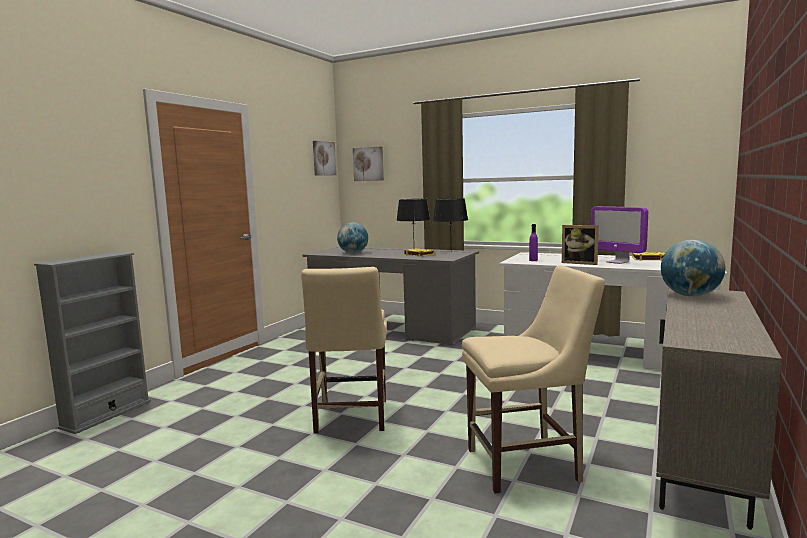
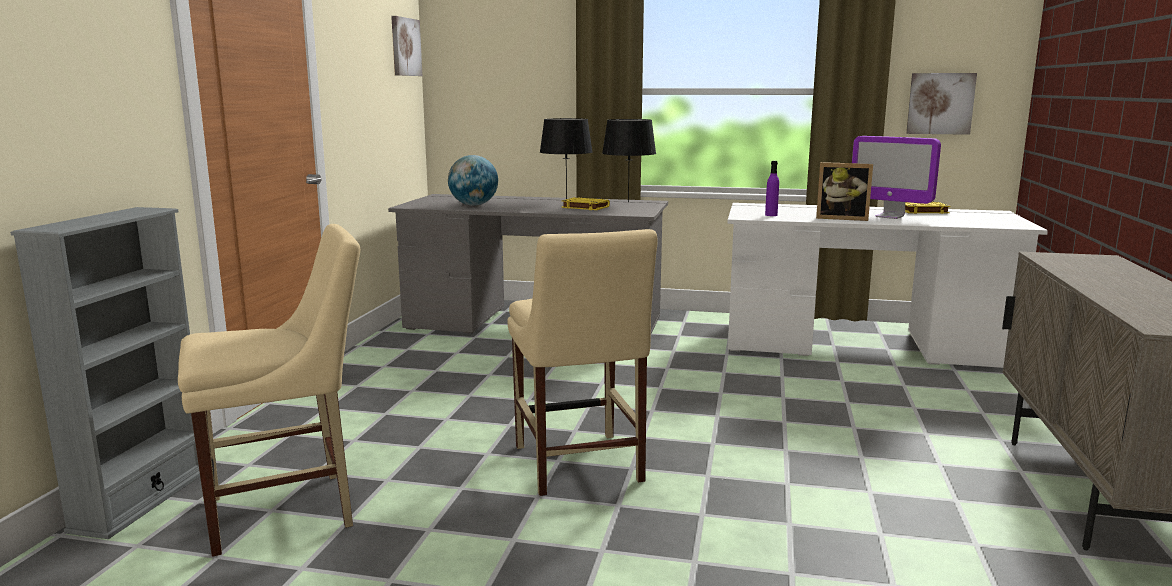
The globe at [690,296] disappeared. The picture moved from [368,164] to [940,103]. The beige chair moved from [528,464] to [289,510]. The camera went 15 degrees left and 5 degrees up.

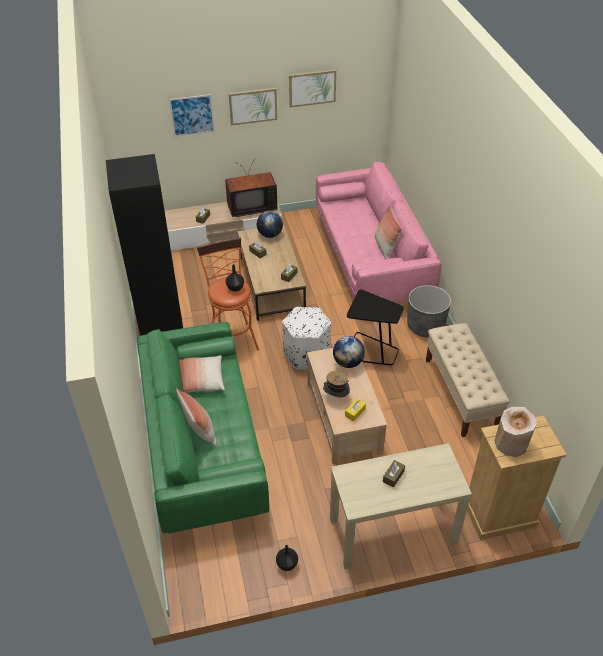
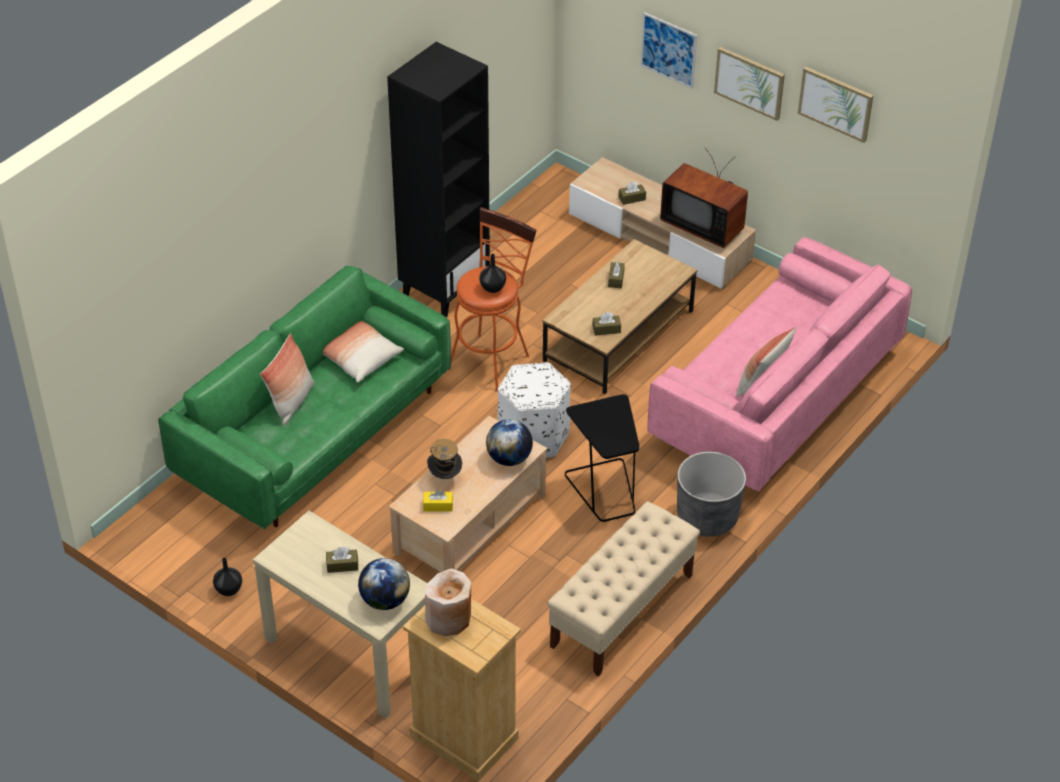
The globe moved from [270,235] to [385,600]. The camera went 50 degrees right and 0 degrees up.

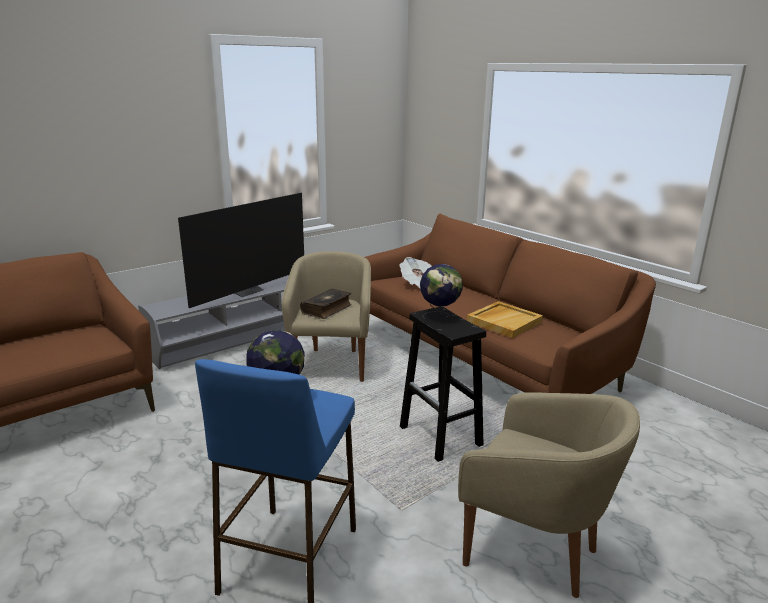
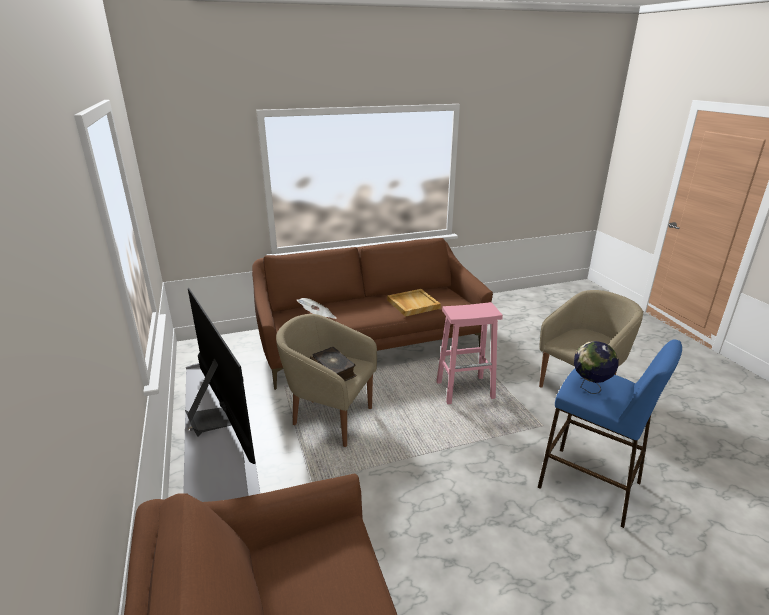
The globe at [439,315] disappeared. The black stool at [441,436] became the pink stool at [466,390]. The camera went 70 degrees left and 5 degrees up.

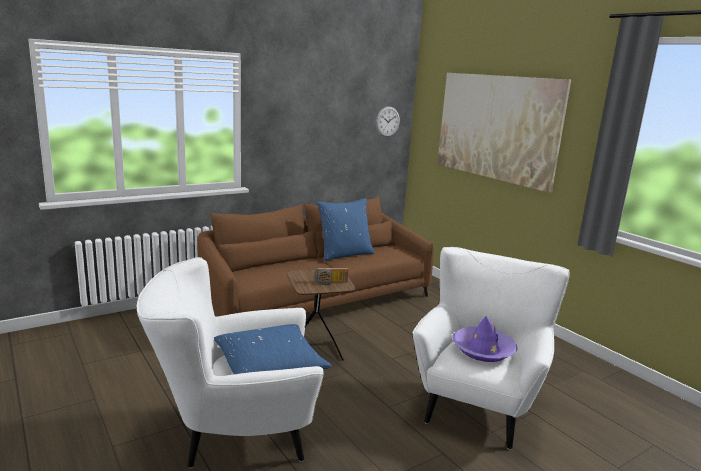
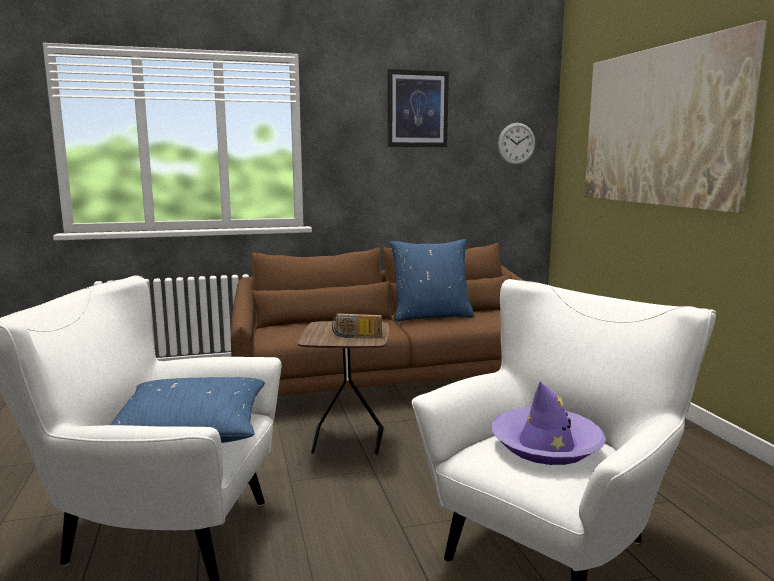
The picture at [417,109] appeared. The camera went 20 degrees right and 5 degrees down.

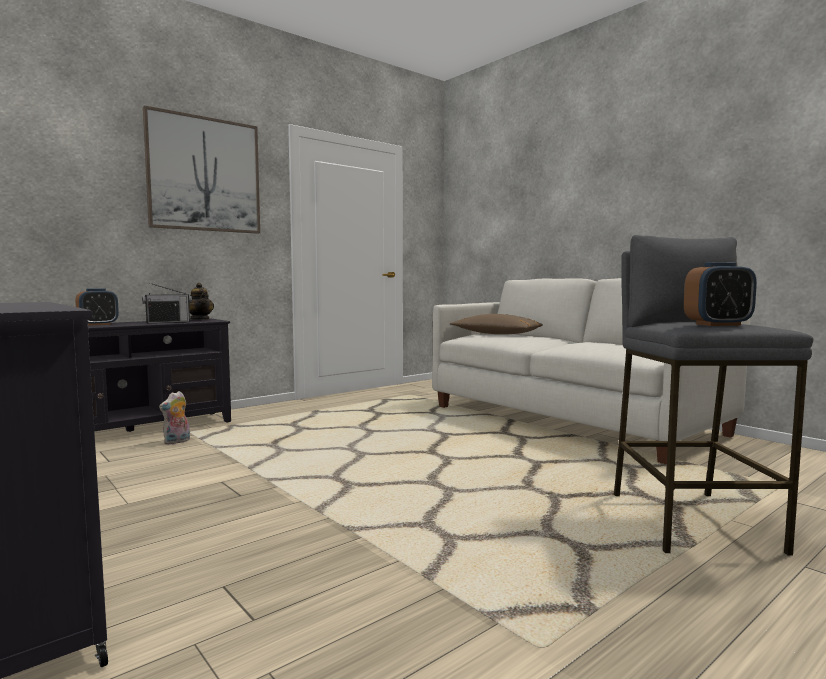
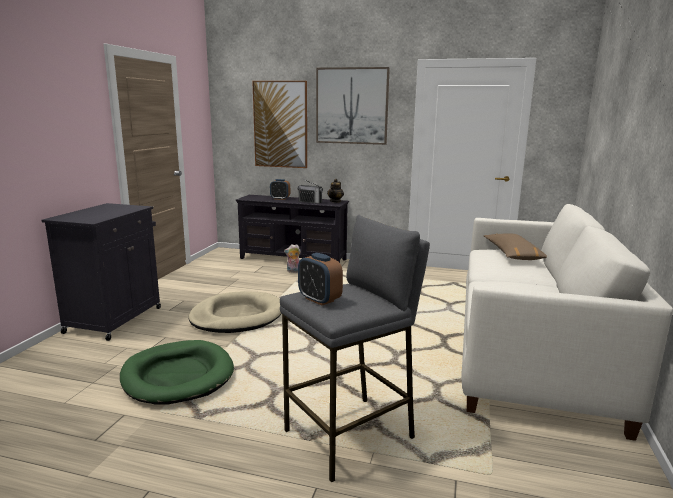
The green dog bed at [178,376] appeared. The beige dog bed at [237,316] appeared. The picture at [280,124] appeared. The camera went 55 degrees right and 10 degrees up.

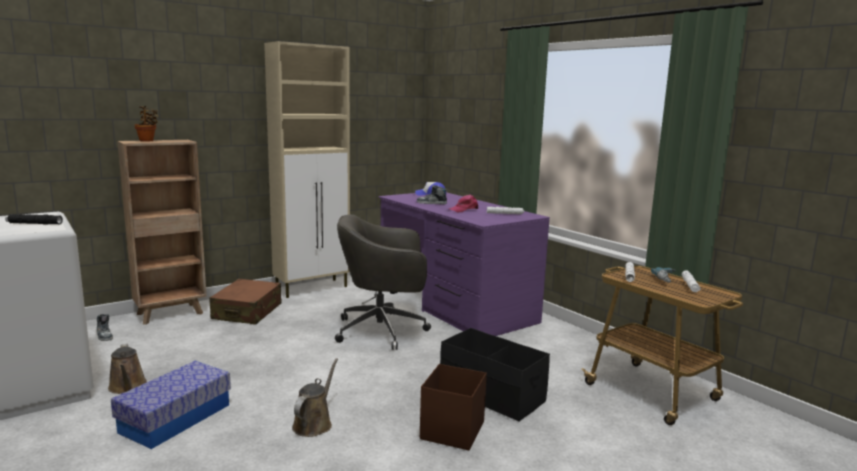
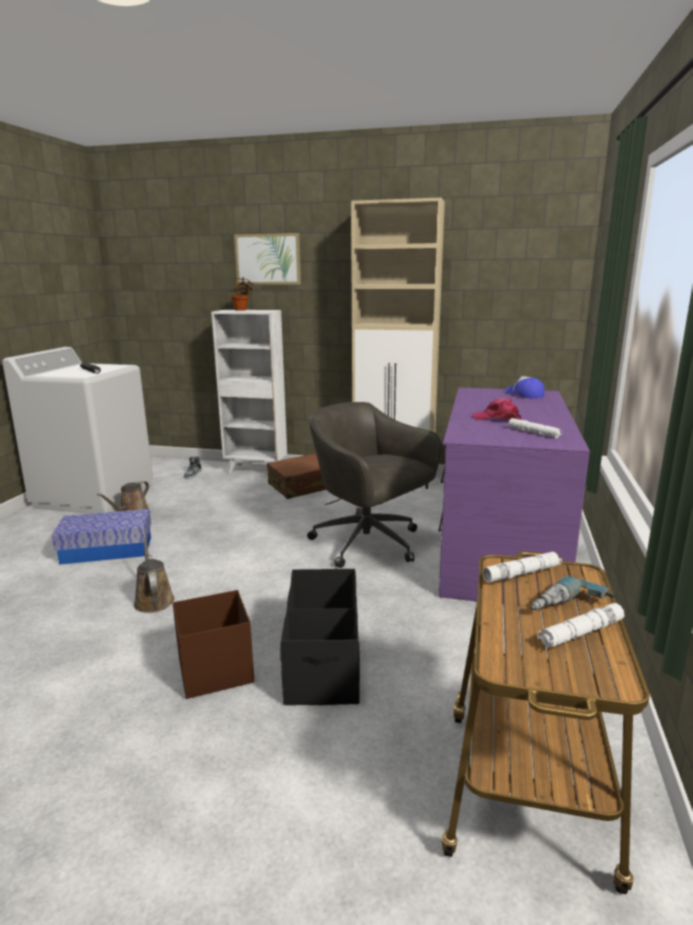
The shoe at [431,203] disappeared. The picture at [268,259] appeared. The brown bookcase at [171,313] became the white bookcase at [256,471]. The brown watering can at [314,423] turned 90 degrees counterclockwise. The camera went 50 degrees right and 5 degrees up.

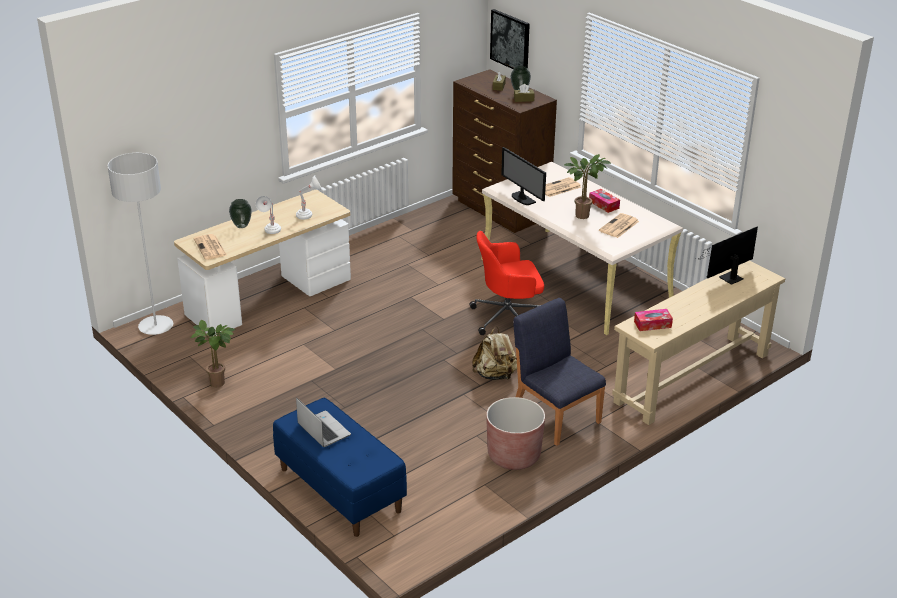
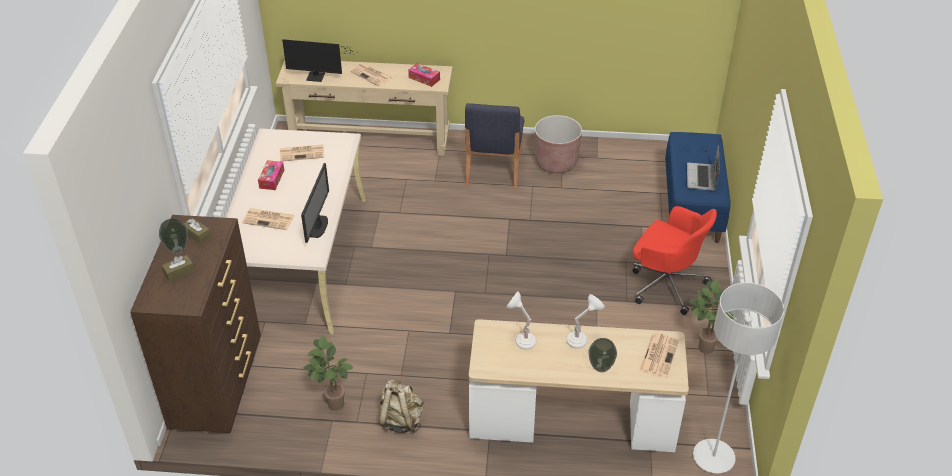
The picture at [510,41] disappeared. The newspaper at [372,75] appeared. The red office chair moved from [508,318] to [665,283]. The beige backpack moved from [495,375] to [401,420]. The potted plant moved from [584,215] to [333,404]. The camera went 135 degrees left and 10 degrees up.

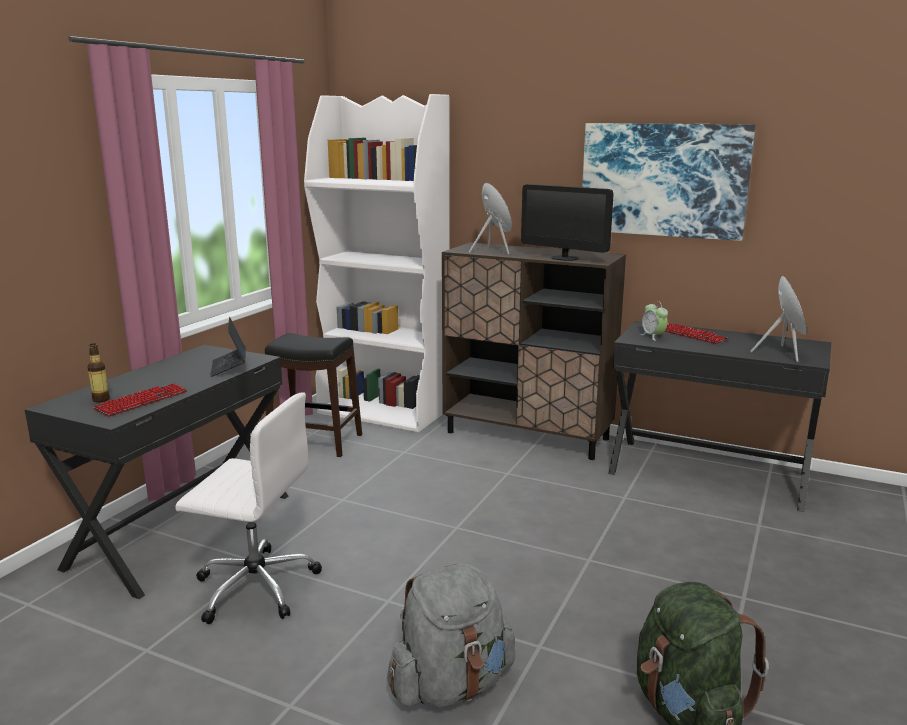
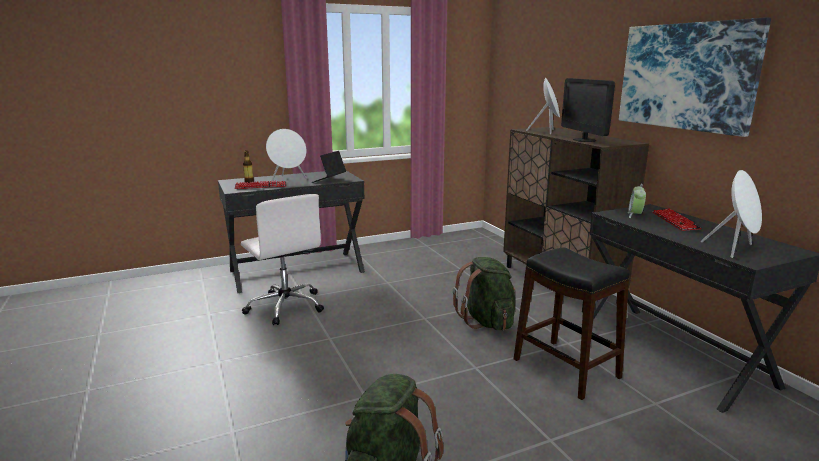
The white bookcase at [385,411] disappeared. The grey backpack at [451,686] disappeared. The white speaker at [288,180] appeared. The green backpack at [487,321] appeared. The black stool moved from [315,442] to [565,369]. The camera went 40 degrees right and 0 degrees up.

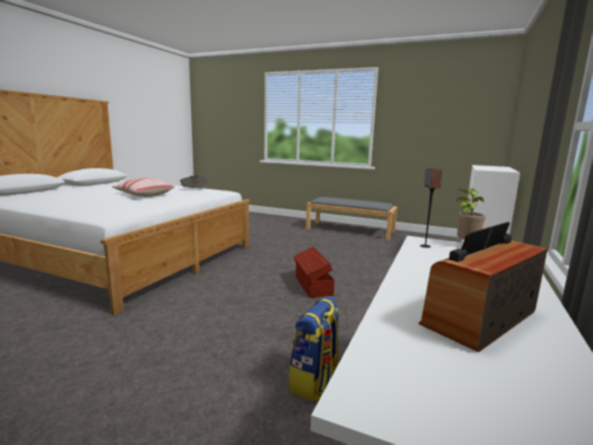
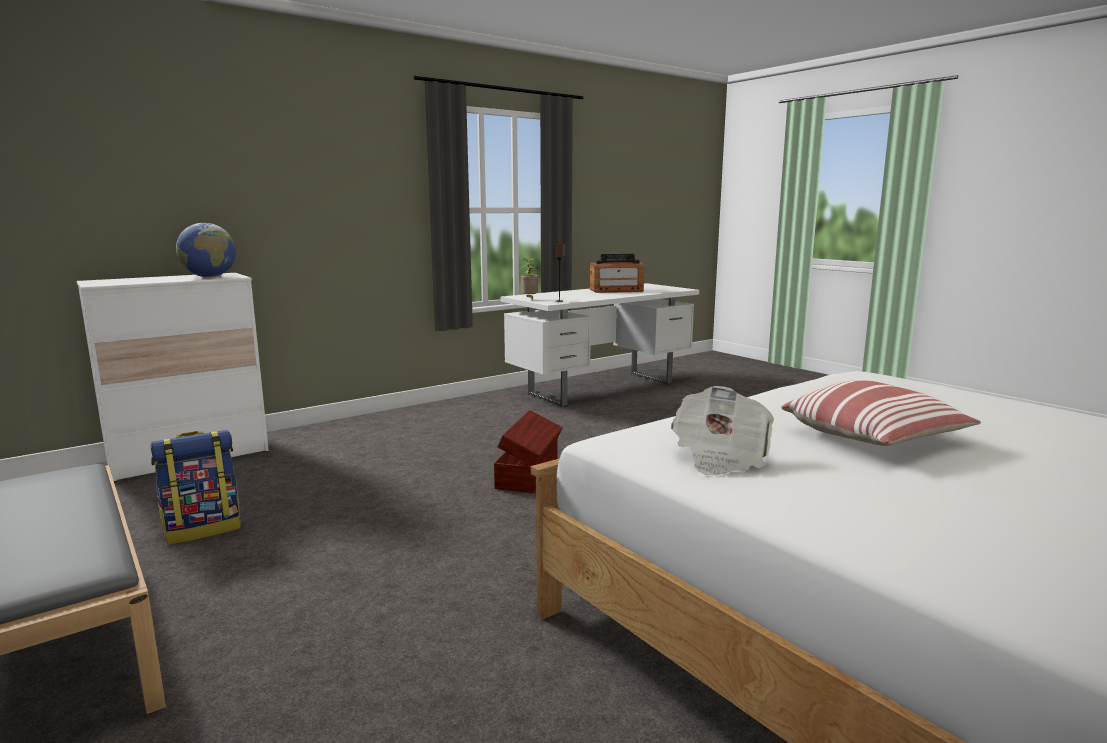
The globe at [209,277] appeared. The backpack moved from [315,382] to [203,529]. The camera went 150 degrees left and 0 degrees up.

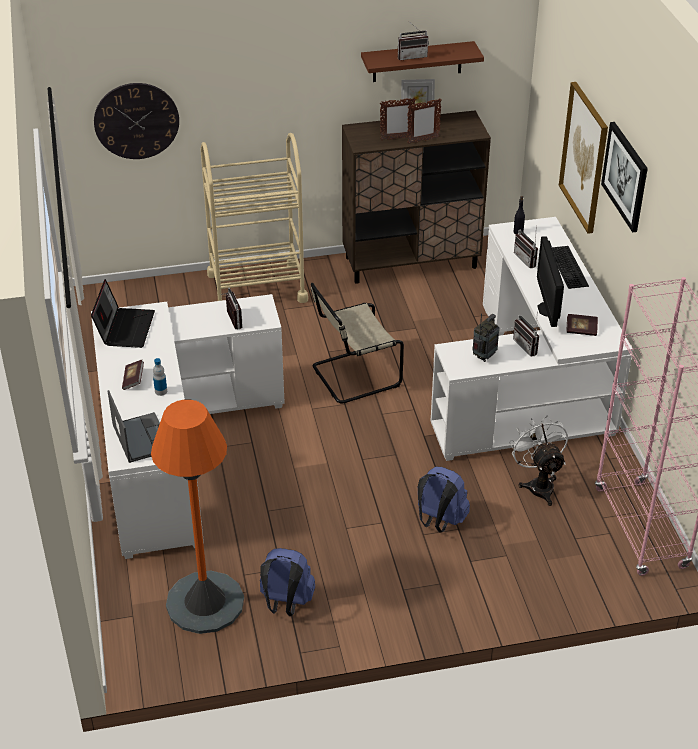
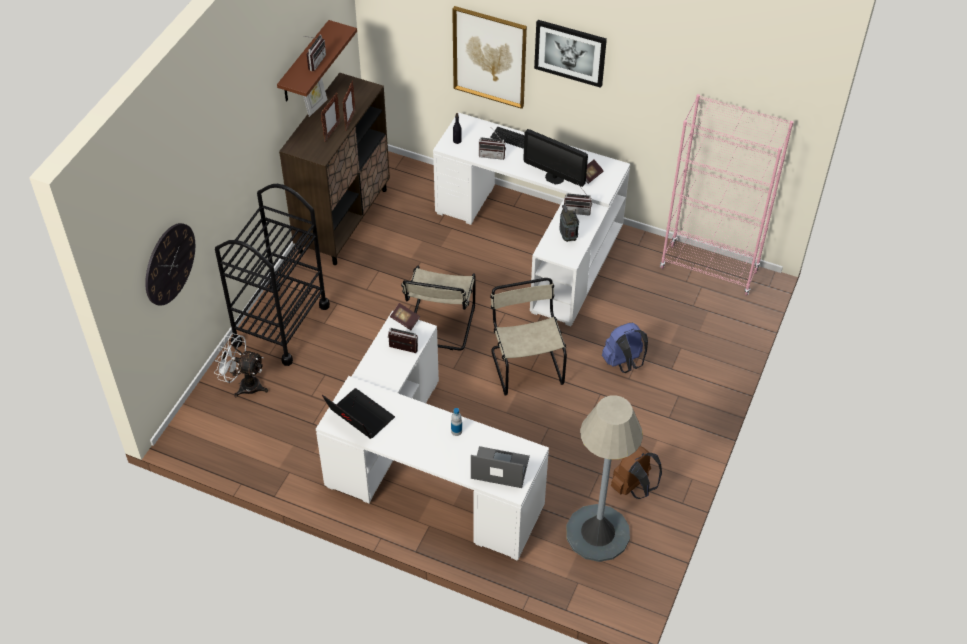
The beige chair at [526,364] appeared. The book moved from [133,380] to [405,320]. The white fan moved from [538,484] to [244,385]. The orange floor lamp at [205,602] became the grey floor lamp at [597,533]. The beige cart at [257,287] became the black cart at [281,324]. The blue backpack at [286,603] became the brown backpack at [633,487]. The camera went 55 degrees left and 10 degrees up.

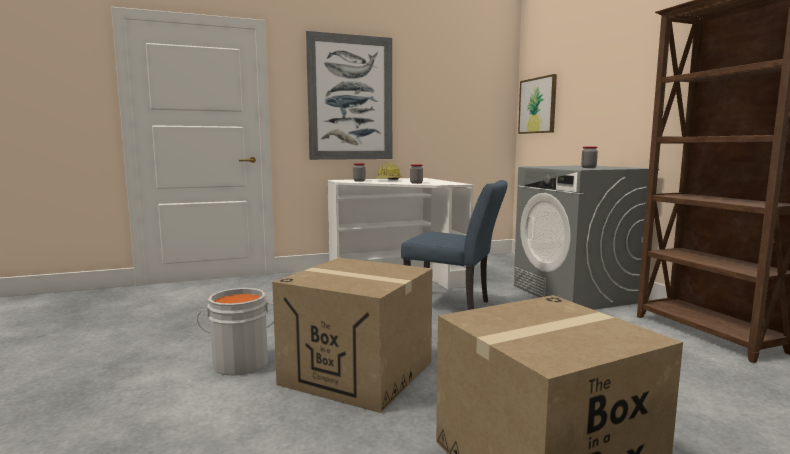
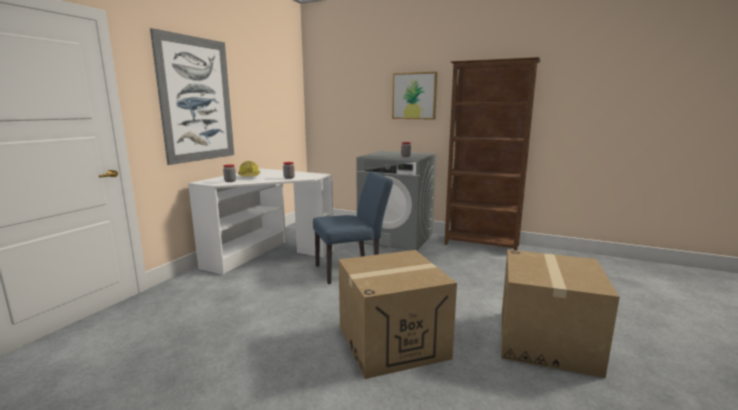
The grey bucket at [241,362] disappeared. The picture moved from [537,105] to [414,96]. The camera went 45 degrees left and 5 degrees up.

